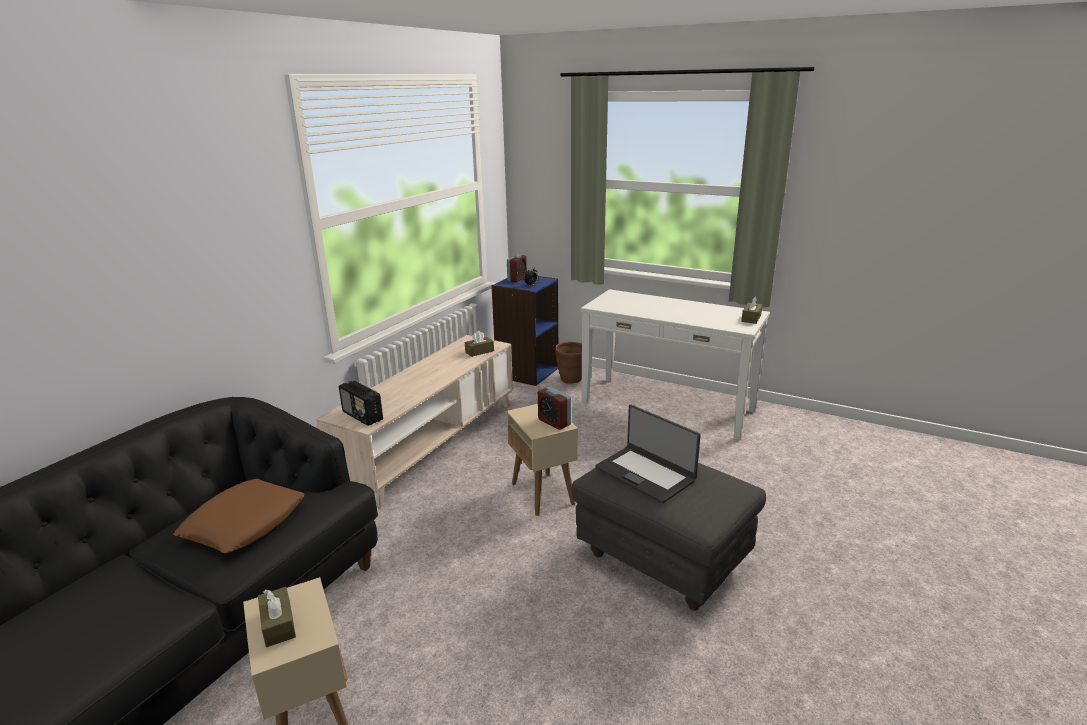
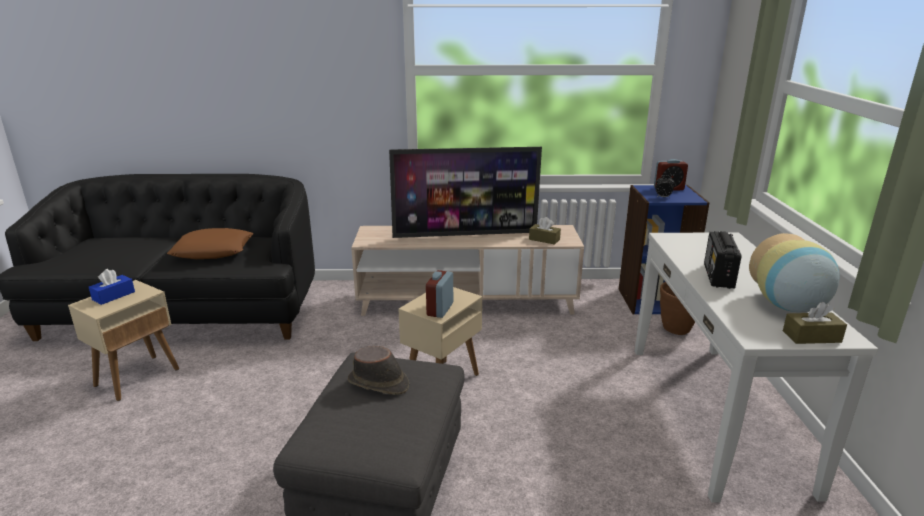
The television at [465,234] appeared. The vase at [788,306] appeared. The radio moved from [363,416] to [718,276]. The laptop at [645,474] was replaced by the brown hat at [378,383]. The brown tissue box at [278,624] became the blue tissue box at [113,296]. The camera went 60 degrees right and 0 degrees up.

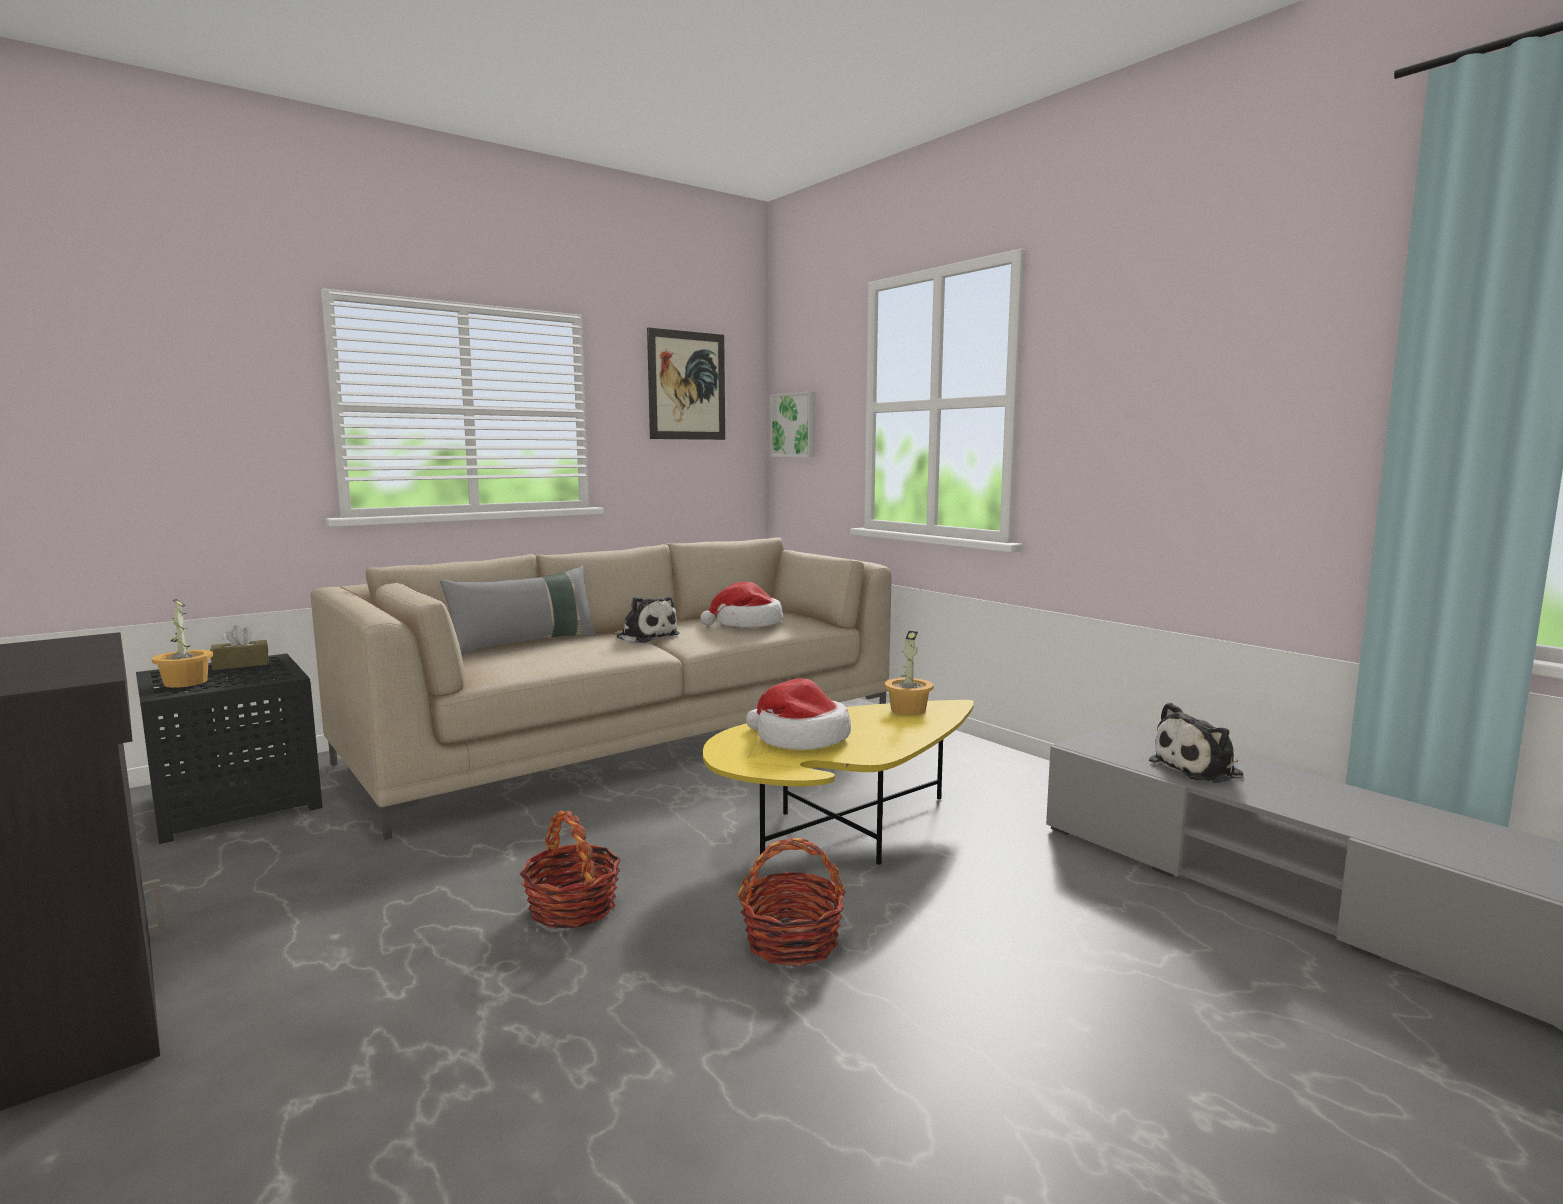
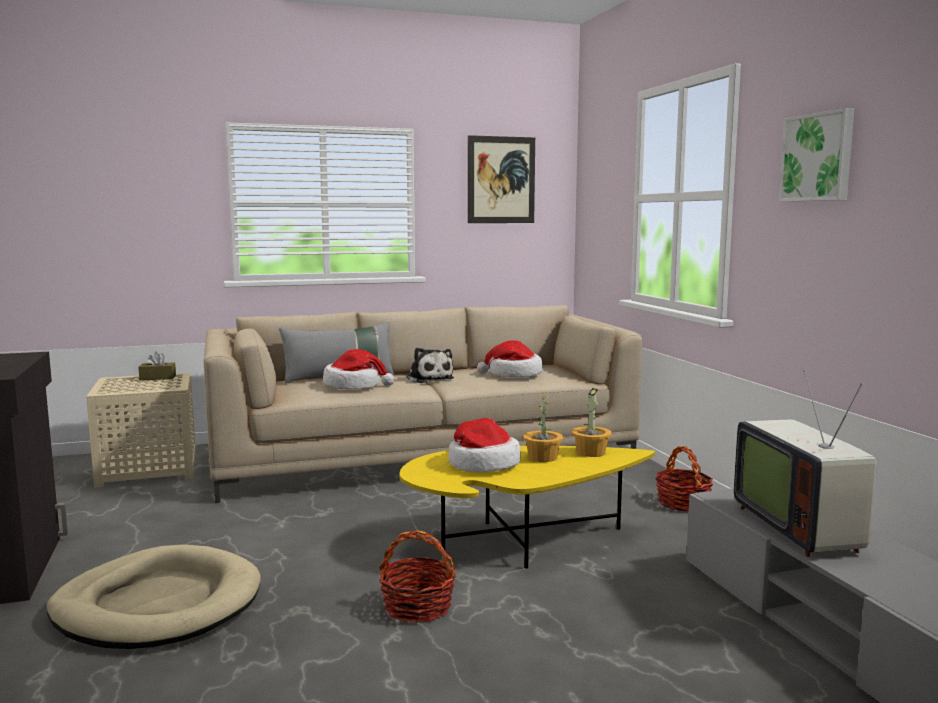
The beige dog bed at [158,605] appeared. The hat at [354,385] appeared. The potted plant moved from [185,682] to [542,457]. The basket moved from [572,908] to [682,503]. The picture moved from [795,425] to [818,157]. The plush toy at [1200,769] was replaced by the television at [800,527]. The black side table at [238,801] became the beige side table at [150,468]. The camera went 20 degrees right and 0 degrees up.

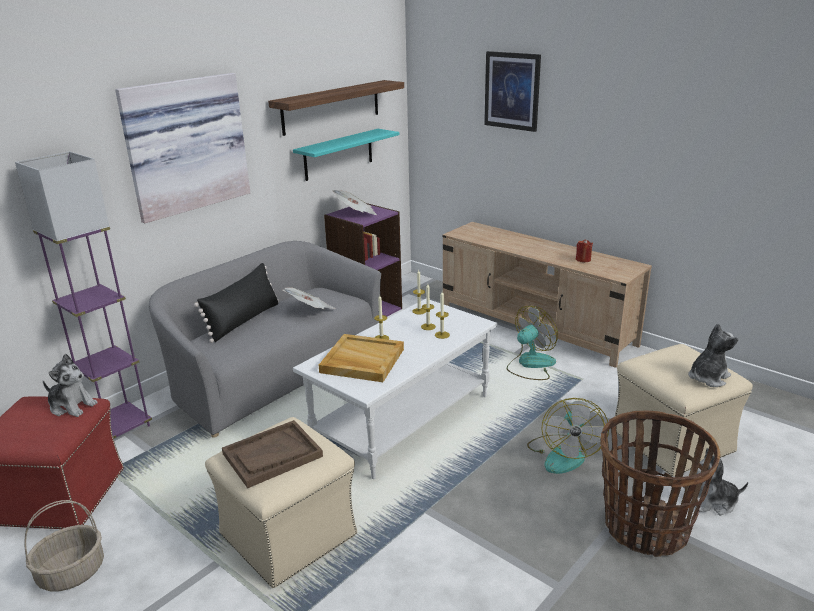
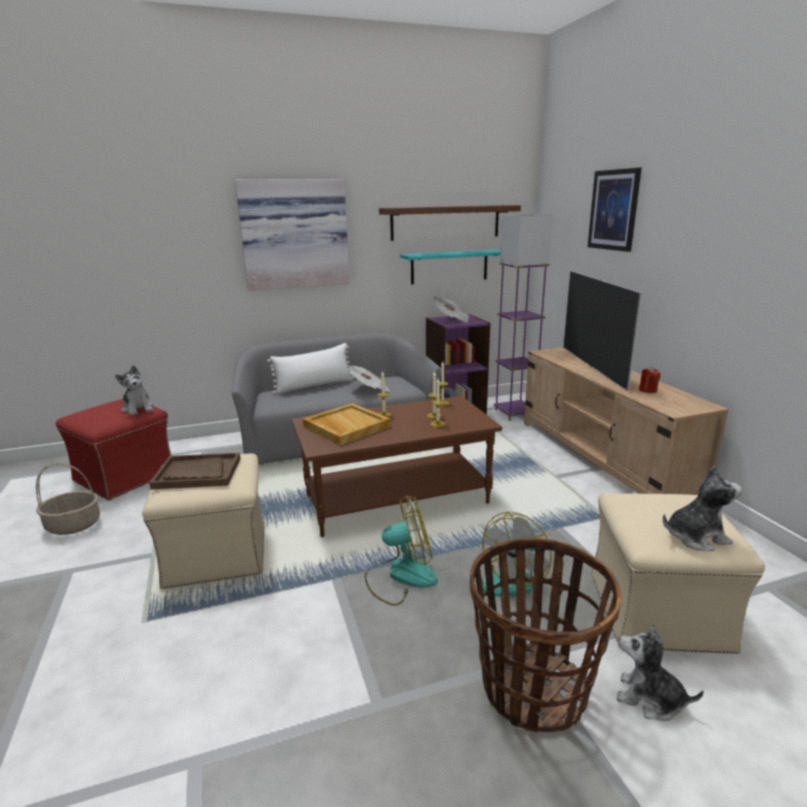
The television at [592,366] appeared. The purple floor lamp moved from [120,427] to [515,413]. The fan moved from [530,365] to [401,576]. The black pillow at [244,321] became the white pillow at [314,386]. The white coffee table at [402,418] became the brown coffee table at [396,498]. The camera went 30 degrees right and 5 degrees down.

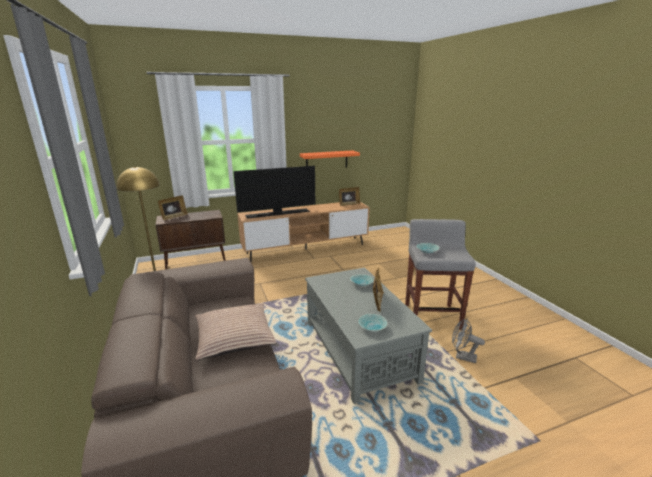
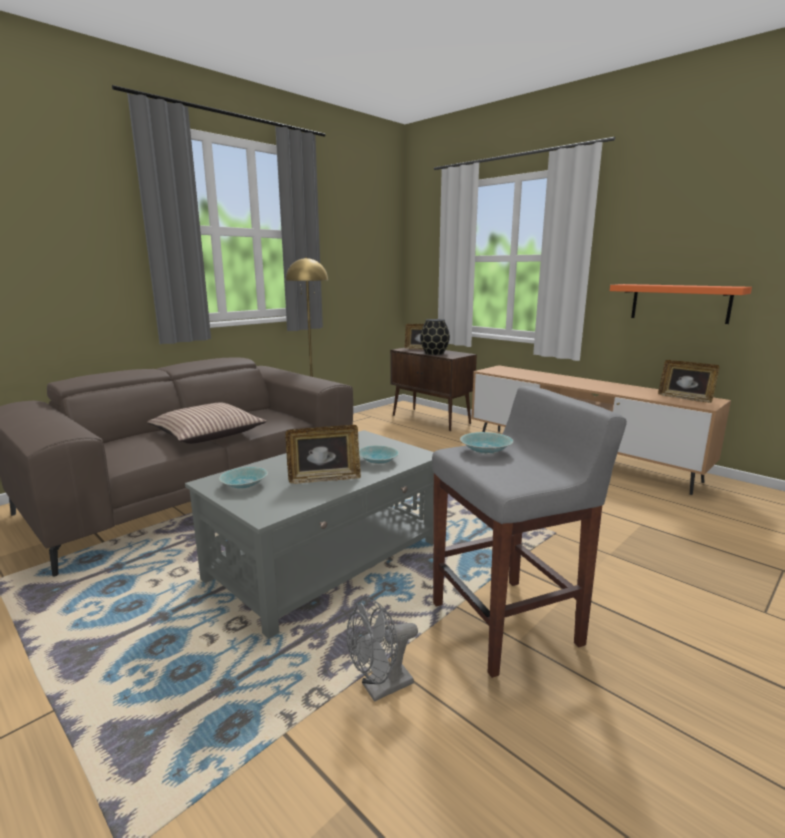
The television at [277,213] disappeared. The black vase at [434,353] appeared. The grey fan at [462,357] turned 120 degrees counterclockwise. The camera went 65 degrees right and 5 degrees down.

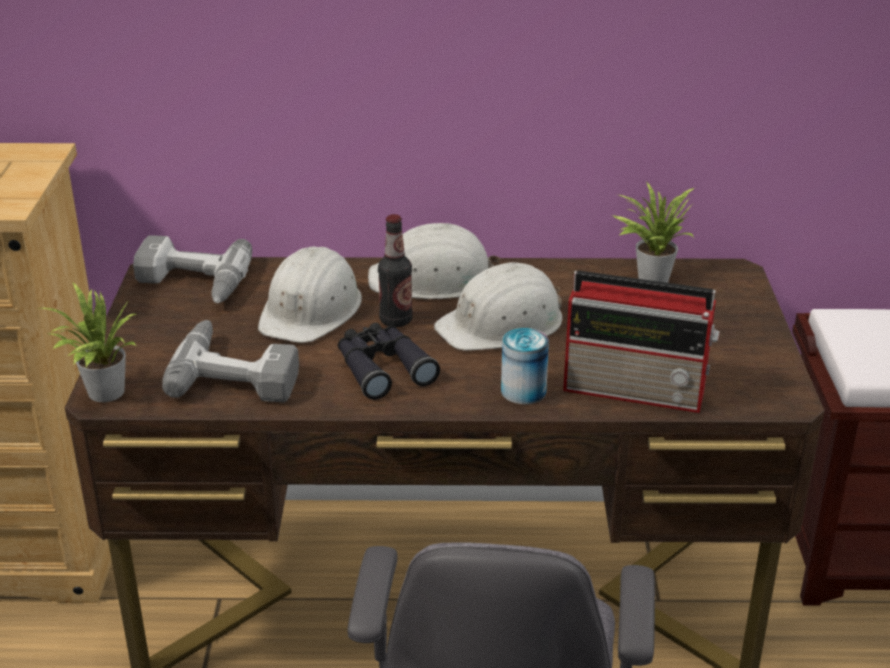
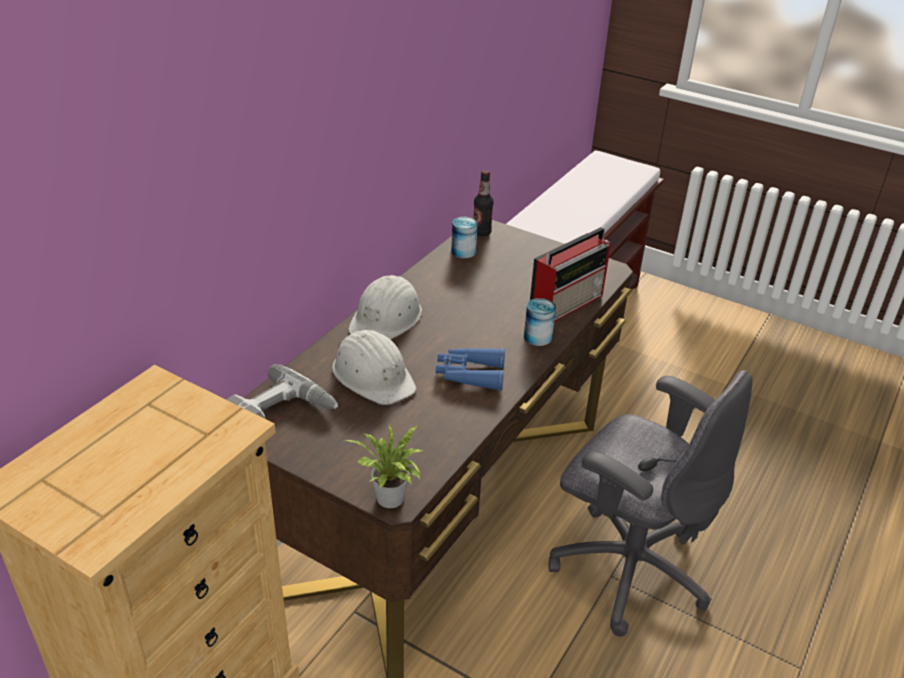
The power drill at [238,371] disappeared. The white hard hat at [502,324] disappeared. The bottle moved from [396,320] to [481,232]. The potted plant at [649,278] was replaced by the can at [463,251]. The black binoculars at [382,368] became the blue binoculars at [469,374]. The camera went 60 degrees left and 5 degrees up.

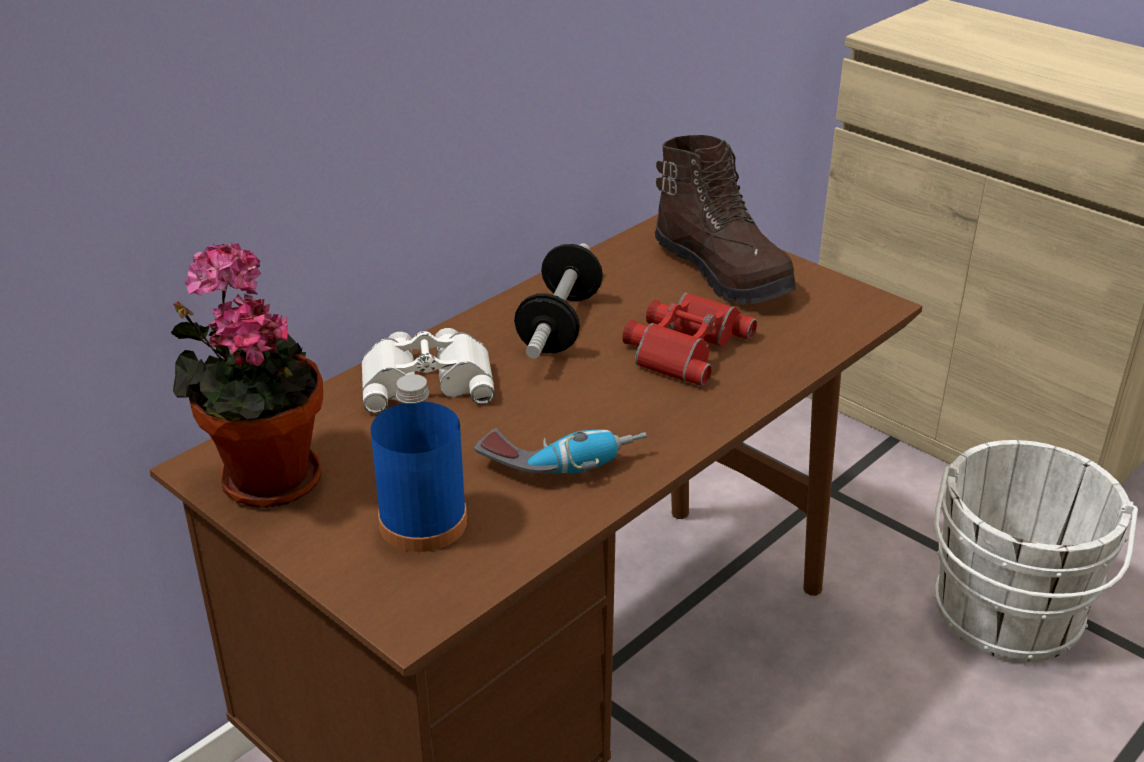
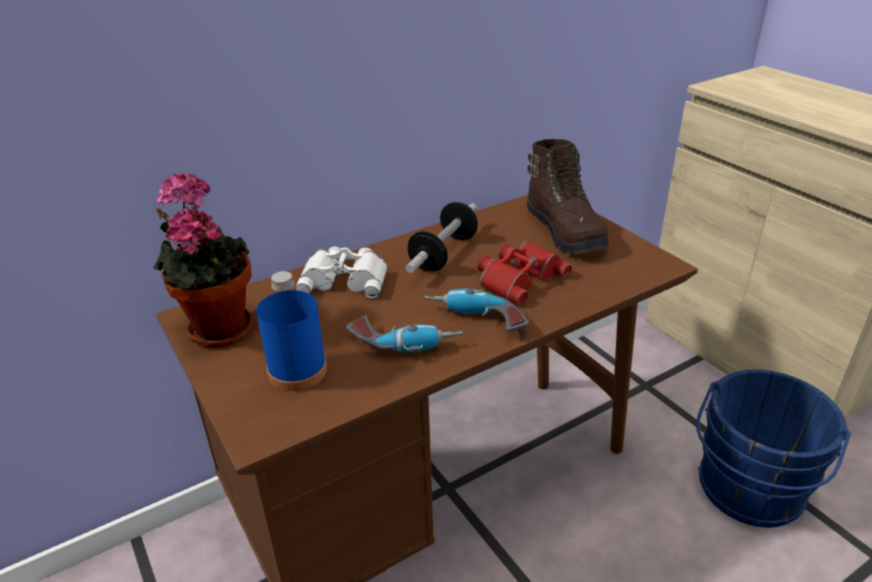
The power drill at [475,321] appeared. The white bucket at [1006,619] became the blue bucket at [748,492]. The camera went 15 degrees right and 0 degrees up.

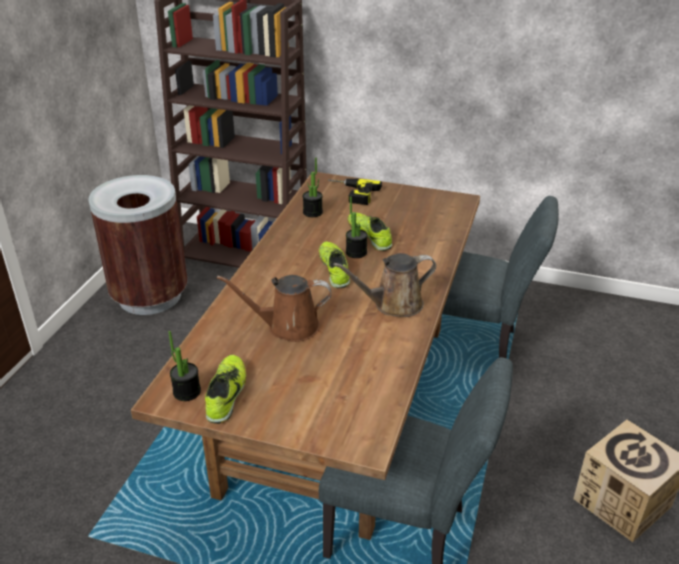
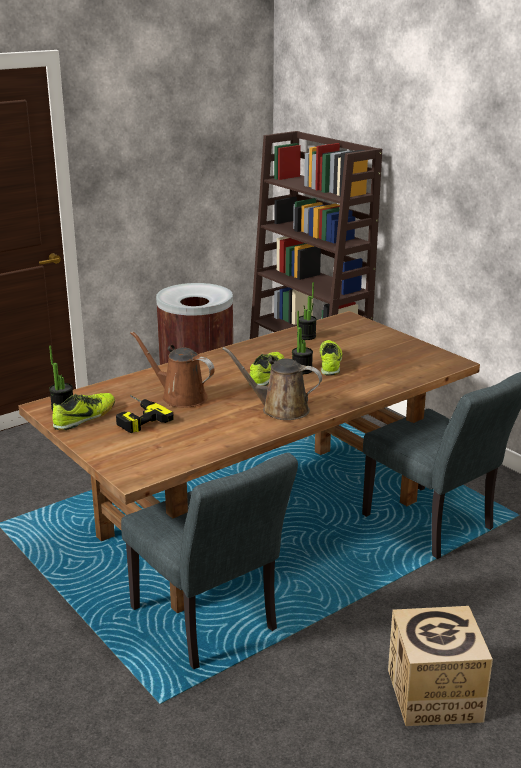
The power drill moved from [351,194] to [135,417]. The camera went 35 degrees right and 10 degrees down.

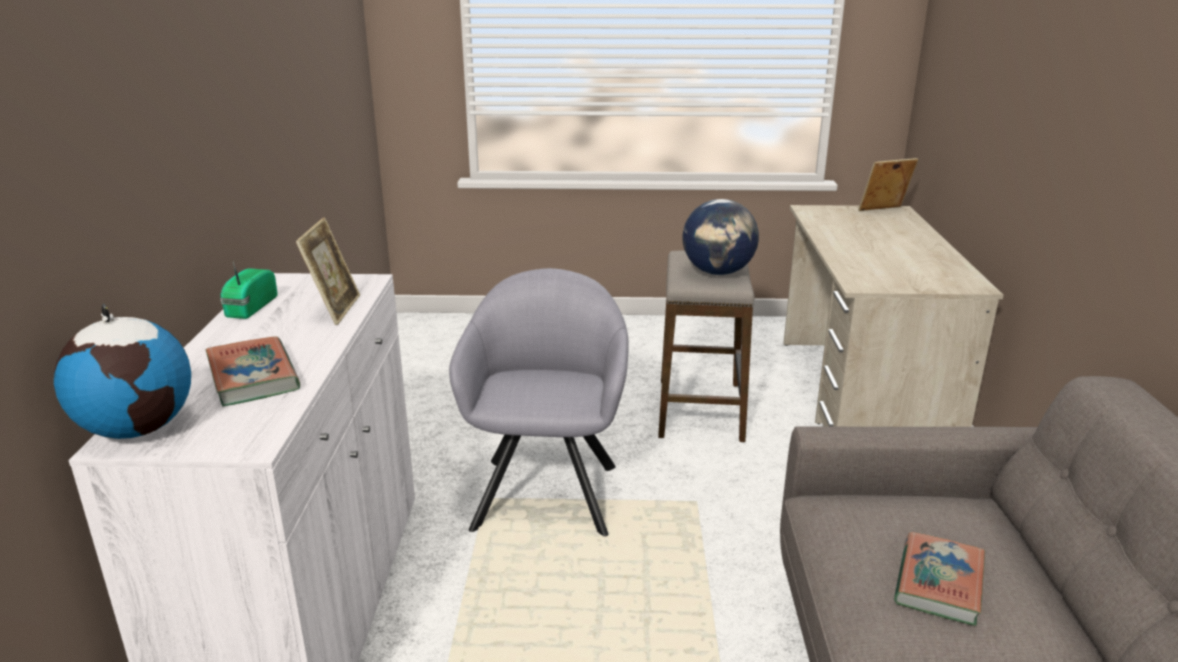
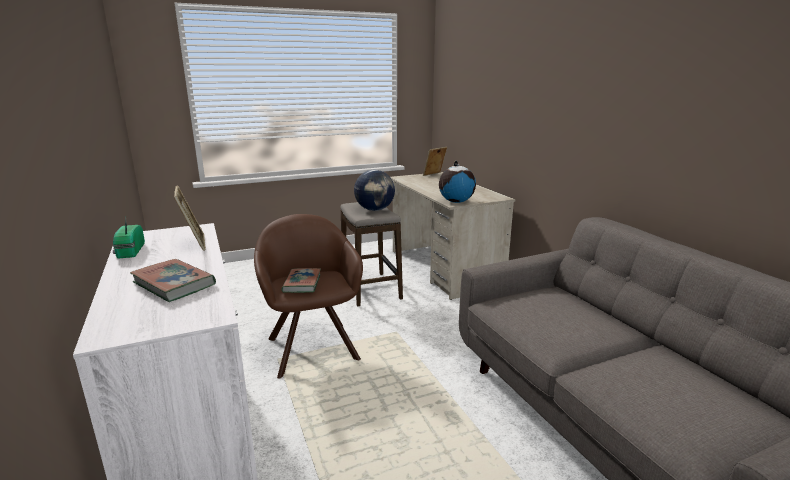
The globe moved from [138,428] to [456,201]. The book moved from [938,583] to [302,283]. The grey armchair at [548,490] became the brown armchair at [312,345]. The camera went 25 degrees left and 5 degrees down.

